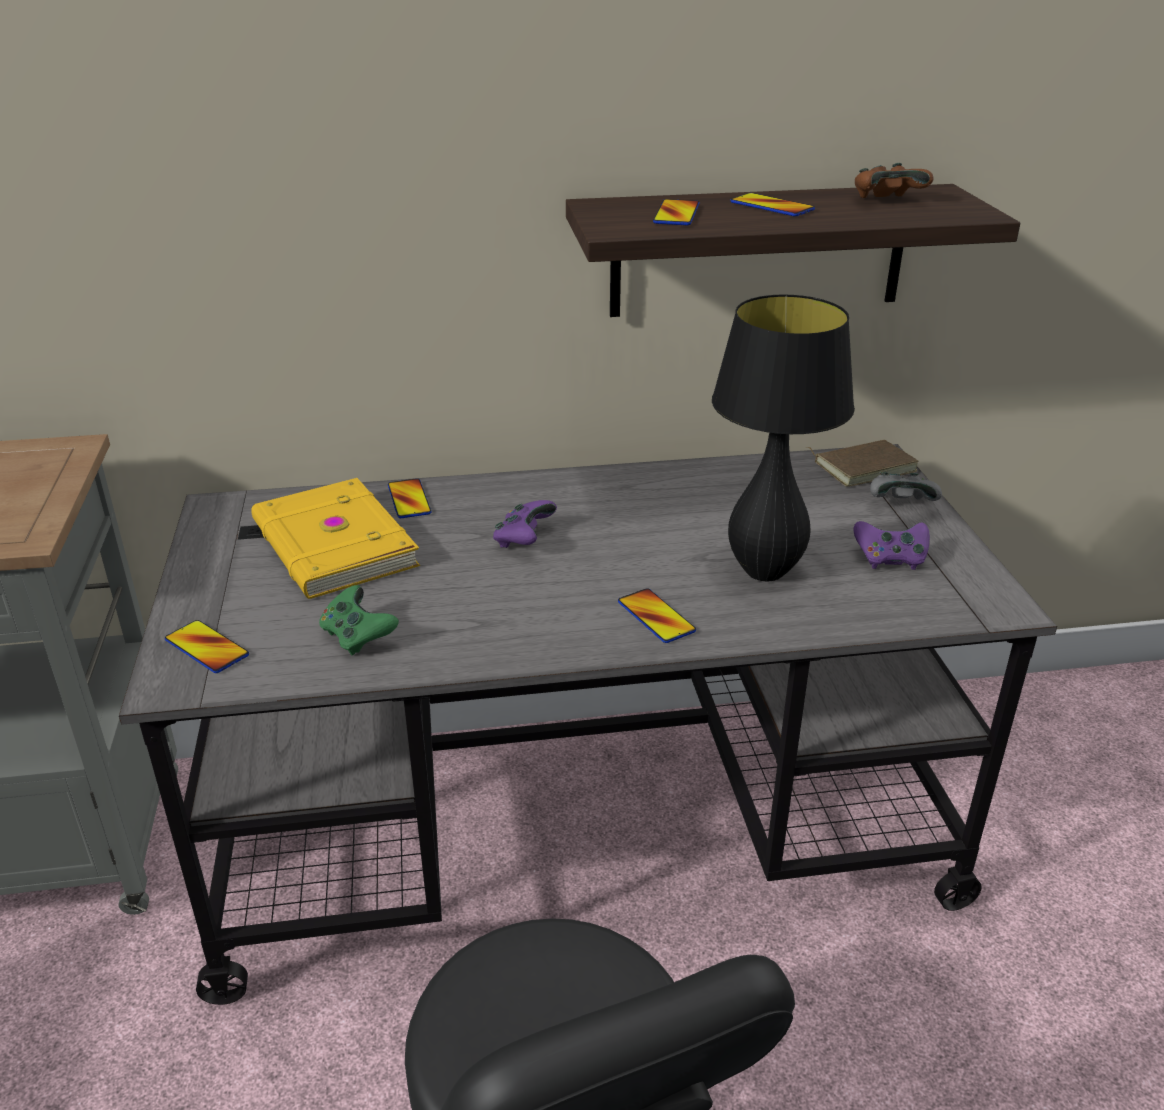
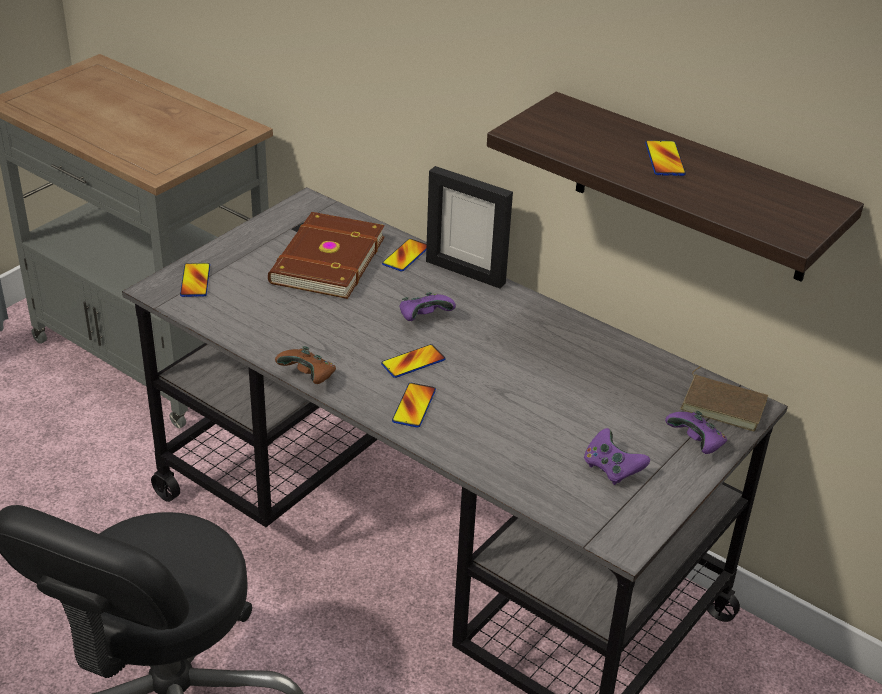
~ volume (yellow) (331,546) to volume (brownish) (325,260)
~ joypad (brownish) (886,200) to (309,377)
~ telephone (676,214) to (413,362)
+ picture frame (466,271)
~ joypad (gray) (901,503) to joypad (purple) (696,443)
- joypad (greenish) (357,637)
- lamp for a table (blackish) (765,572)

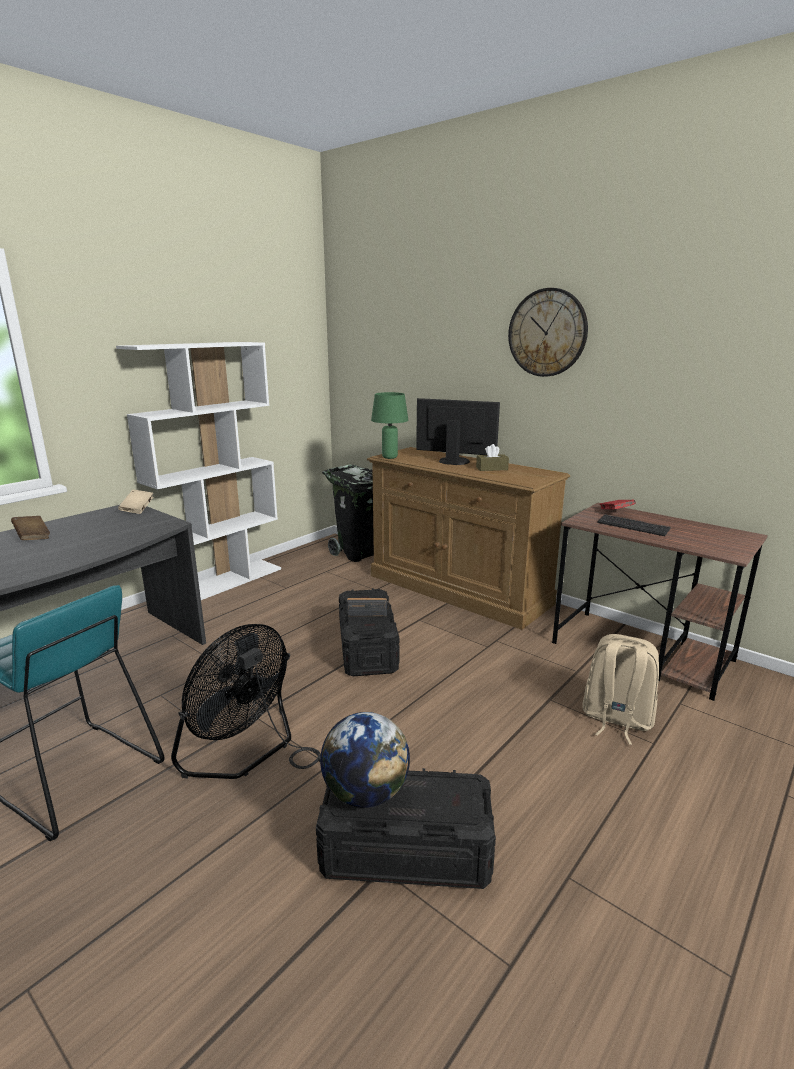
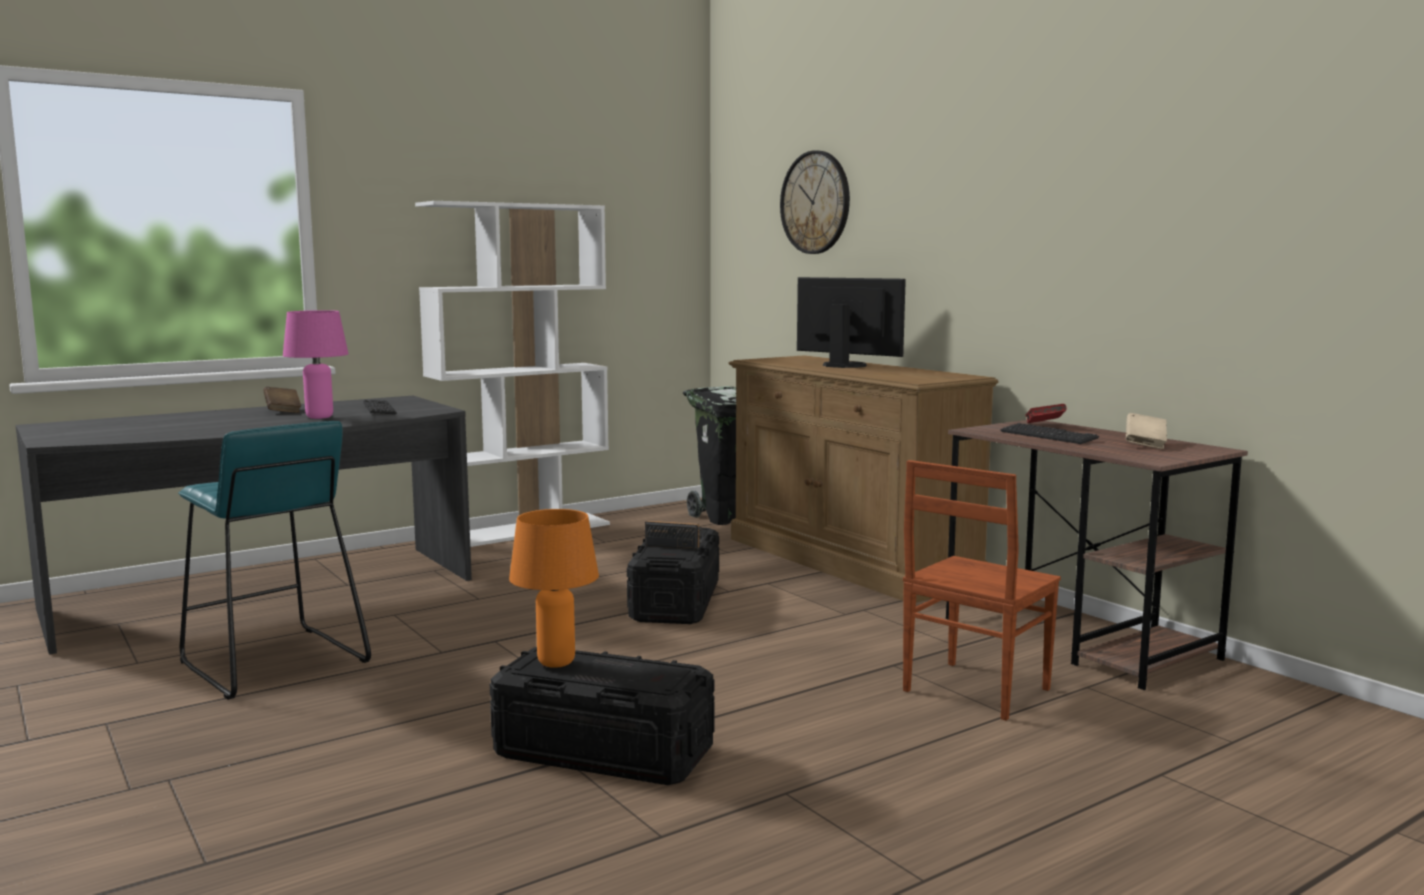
+ lamp for a table (pink-coloured) (319,417)
+ keyboard (379,409)
~ globe (366,793) to lamp for a table (orange-coloured) (557,662)
~ clock on the wall (547,333) to (815,202)
~ knapsack (beige) (616,719) to chair (brownish) (973,690)
~ volume (beige) (137,509) to (1145,444)
- cooling fan (blackish) (257,749)
- lamp for a table (greenish) (390,457)
- box of tissues (brownish) (492,468)

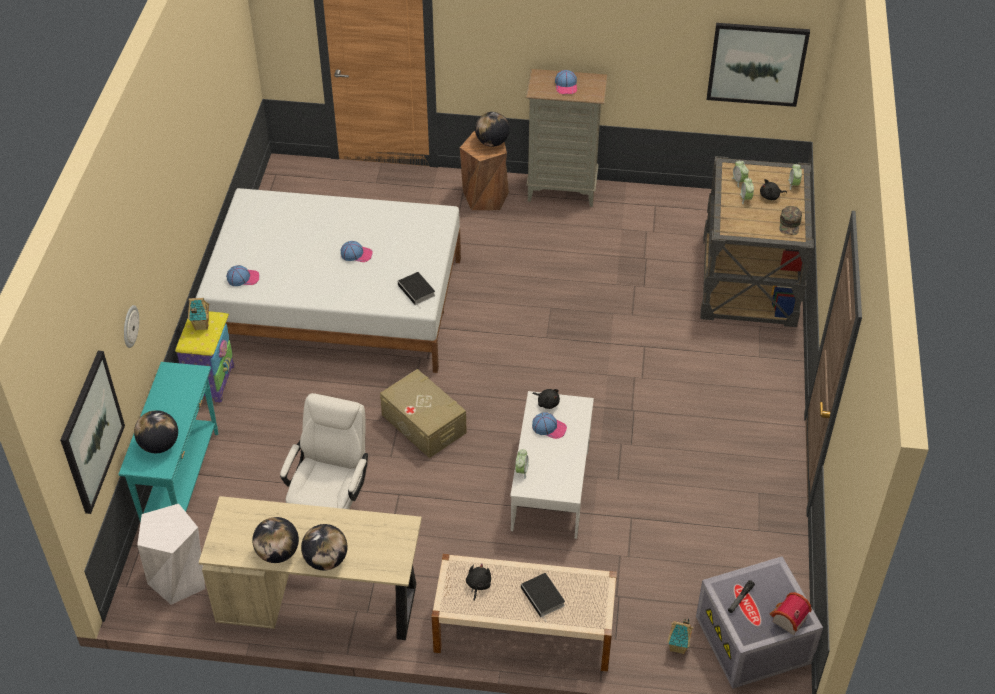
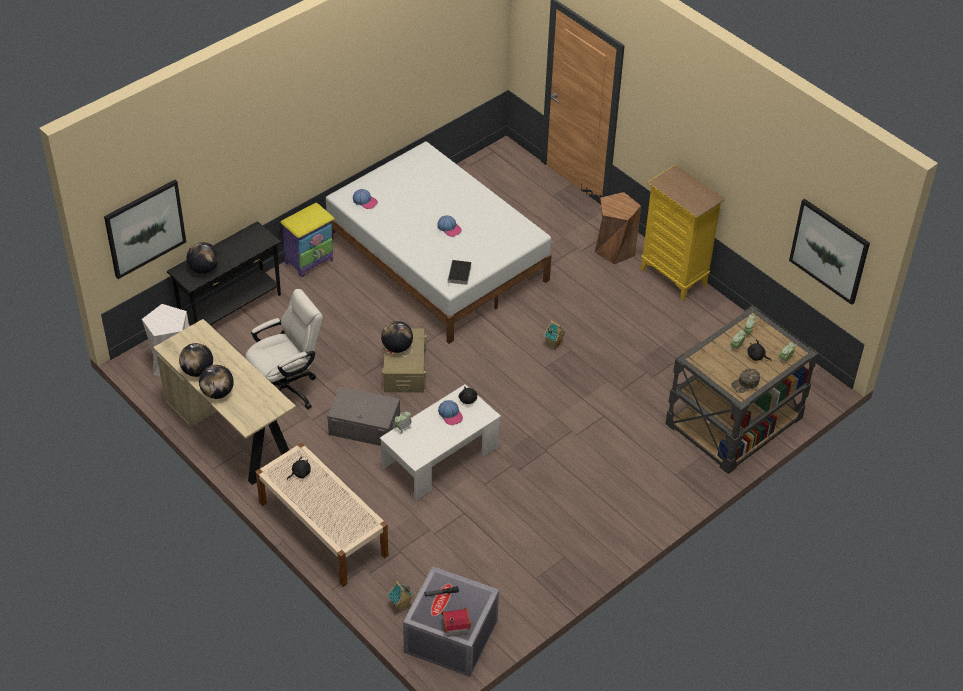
~ console table (blue-green) (181,481) to console table (blackish) (231,309)
+ storage box (gray) (364,426)
~ globe (492,142) to (397,347)
~ miniature house (201,325) to (553,344)
~ drawer chest (gray) (563,192) to drawer chest (yellow) (673,278)
- clock on the wall (129,326)
- volume (543,597)
- cap (566,85)

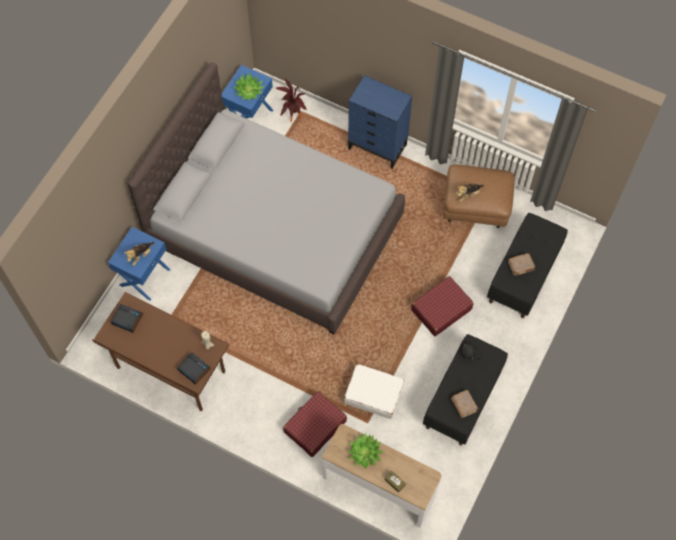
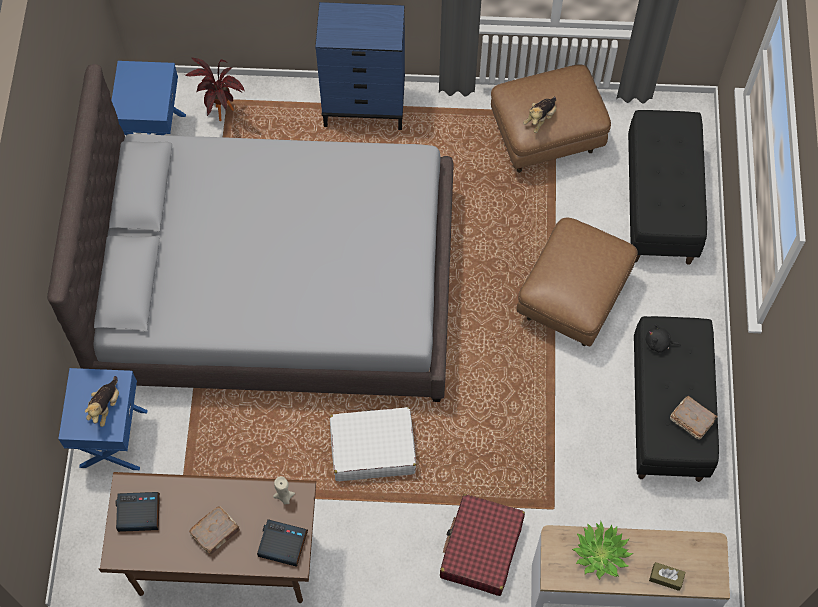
~ volume (brownish) (521,266) to (216,532)
~ travel case (whitish) (373,394) to (372,449)
~ travel case (red-coloured) (441,309) to ottoman (brownish) (572,300)
- plant in a pot (249,90)

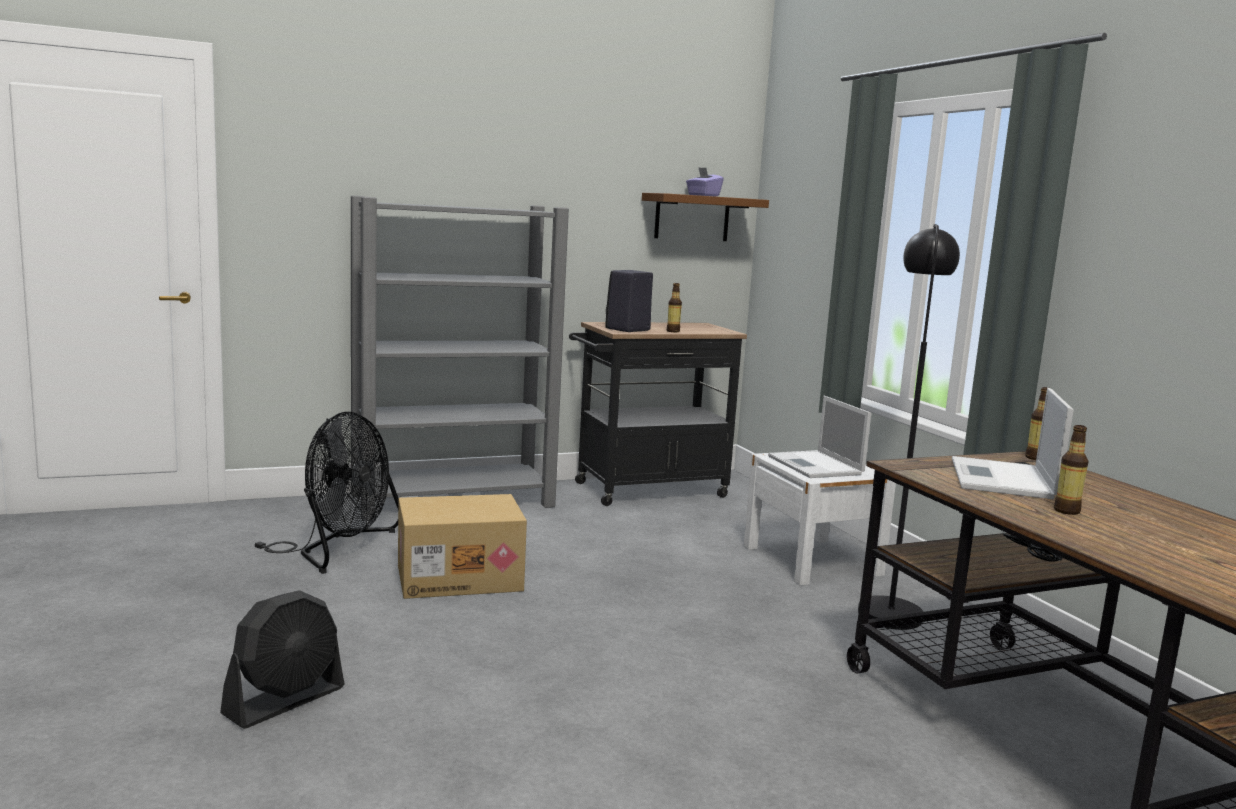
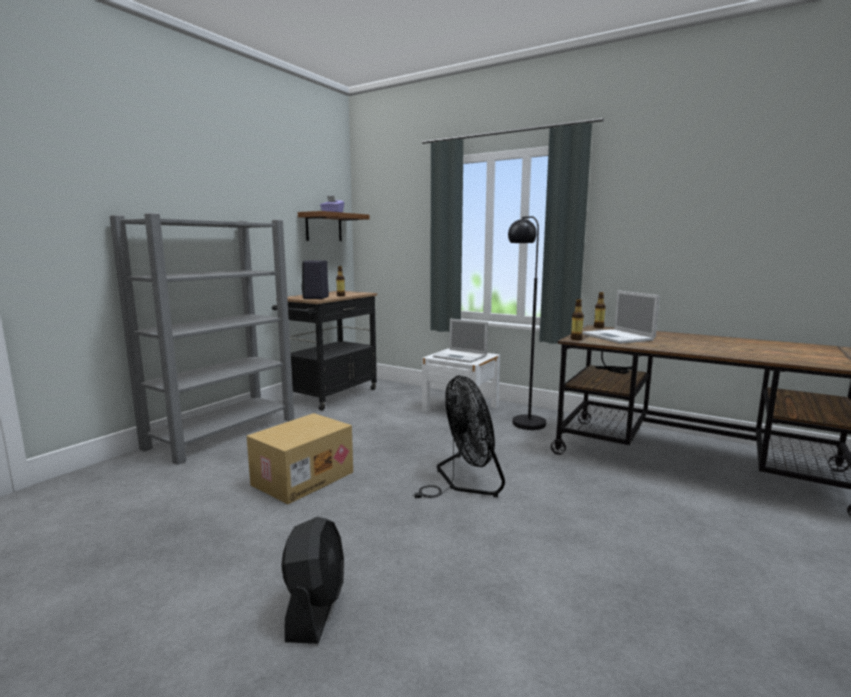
~ cooling fan (blackish) (334,548) to (459,479)
~ bottle (1066,511) to (576,339)

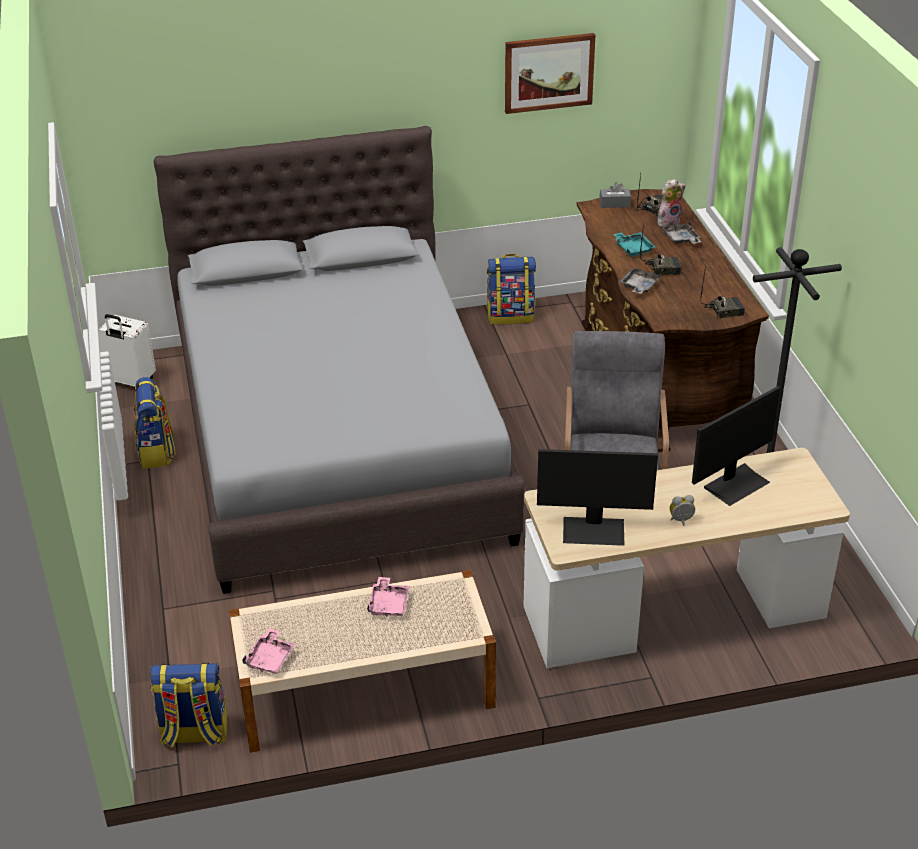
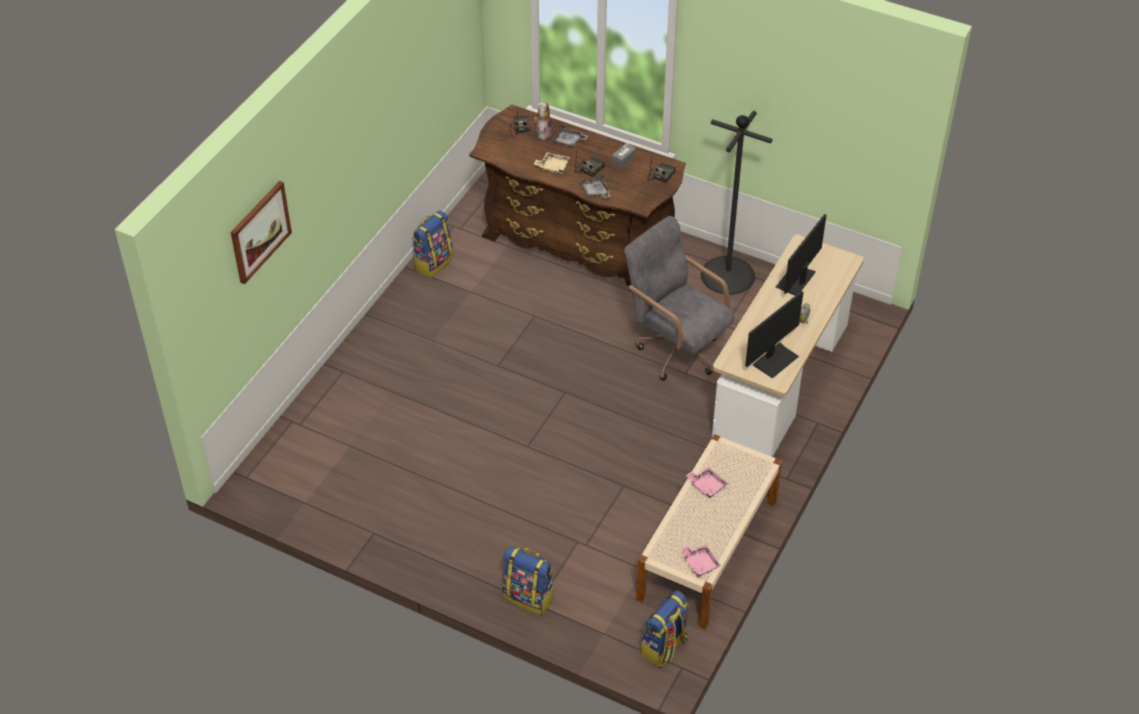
~ picture (548,72) to (259,231)
~ knapsack (156,452) to (529,596)
~ serving tray (blue-green) (633,249) to serving tray (beige) (553,166)
~ box of tissues (gray) (614,203) to (623,159)
~ monitor (736,484) = (796,280) 150 degrees counterclockwise
- travel case (whitish) (130,382)
- sleeping bed (gray) (339,439)

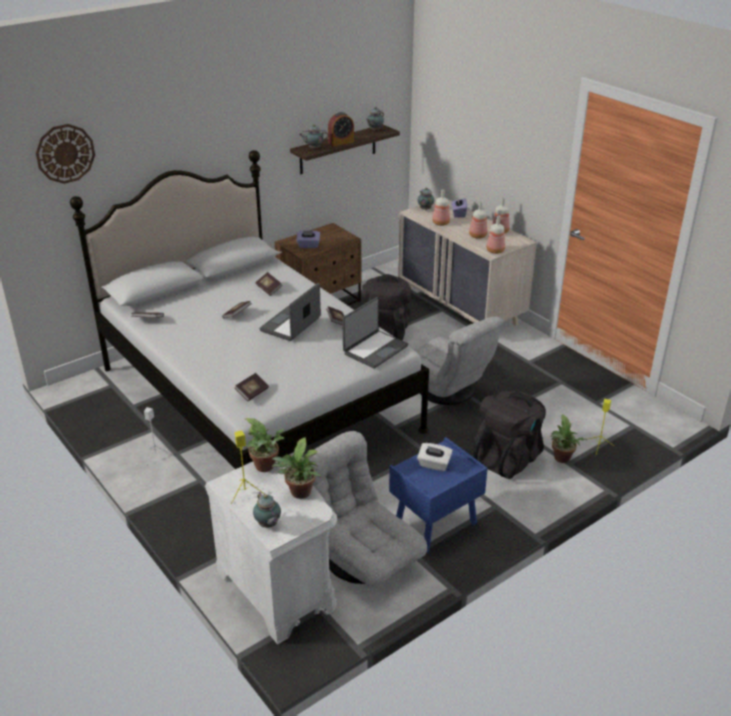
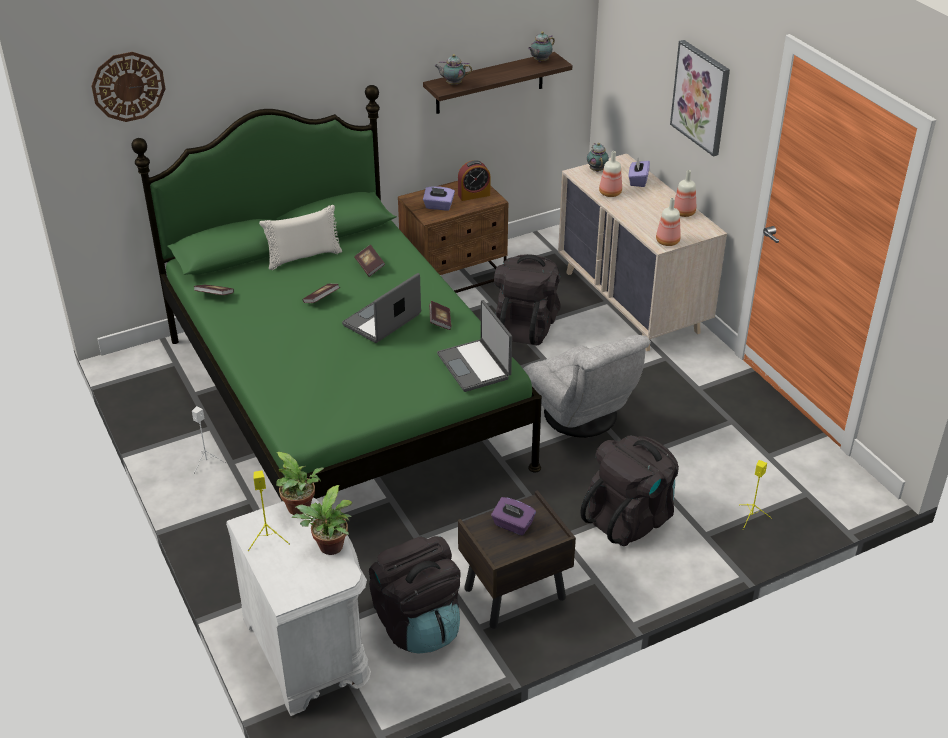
~ sleeping bed (whitish) (257,398) to sleeping bed (greenish) (344,401)
+ cushion (whitish) (303,257)
~ lounge chair (gray) (363,557) to knapsack (blackish) (417,624)
~ notebook computer (375,349) = (475,366) 105 degrees clockwise
~ table clock (341,142) to (474,195)
~ nightstand (blue-coloured) (435,525) to nightstand (brownish) (514,594)
~ box of tissues (whitish) (434,465) to box of tissues (purple) (512,525)
+ picture (701,97)
- volume (252,393)
- pot for tea (268,525)
- bottle (477,236)
- plant in a pot (562,459)

